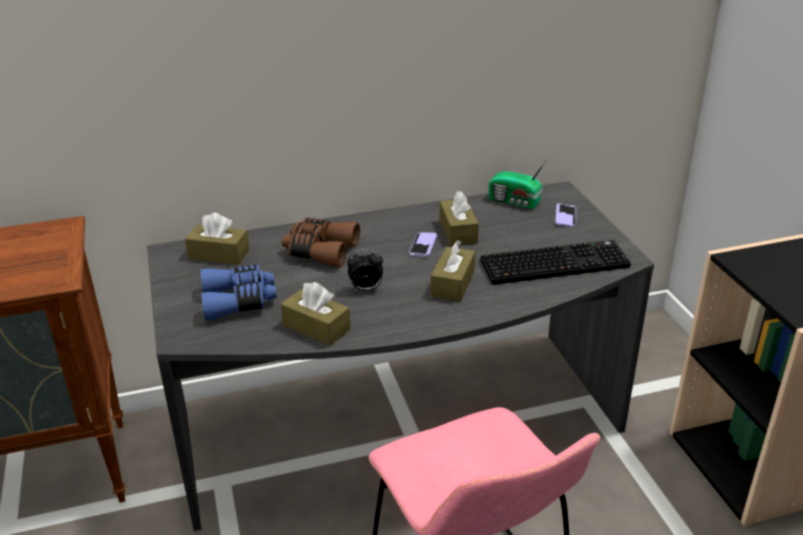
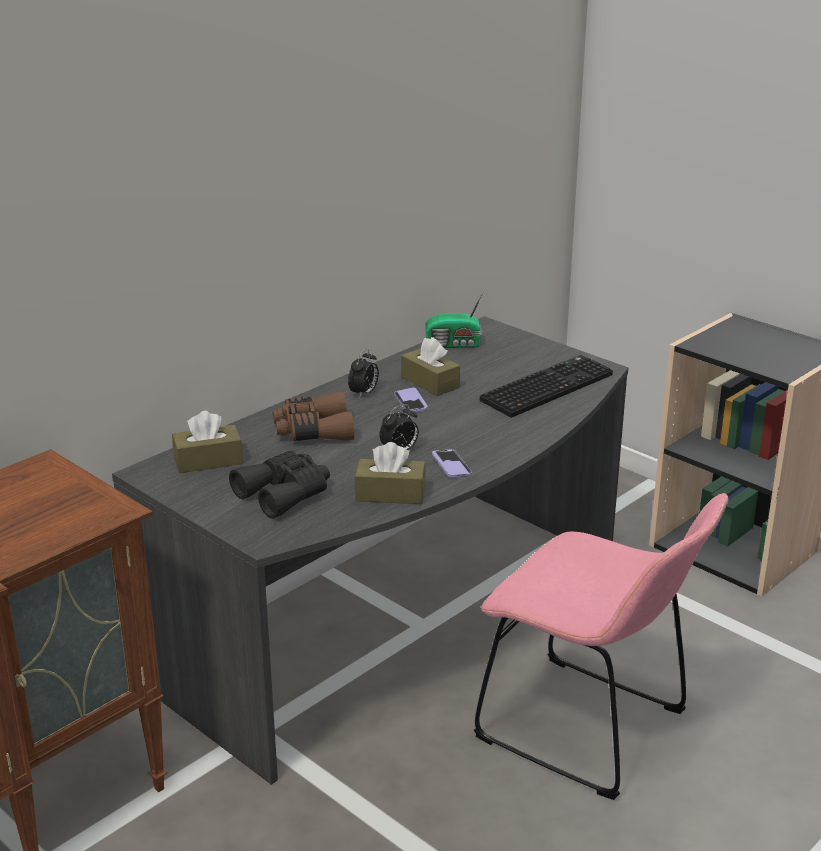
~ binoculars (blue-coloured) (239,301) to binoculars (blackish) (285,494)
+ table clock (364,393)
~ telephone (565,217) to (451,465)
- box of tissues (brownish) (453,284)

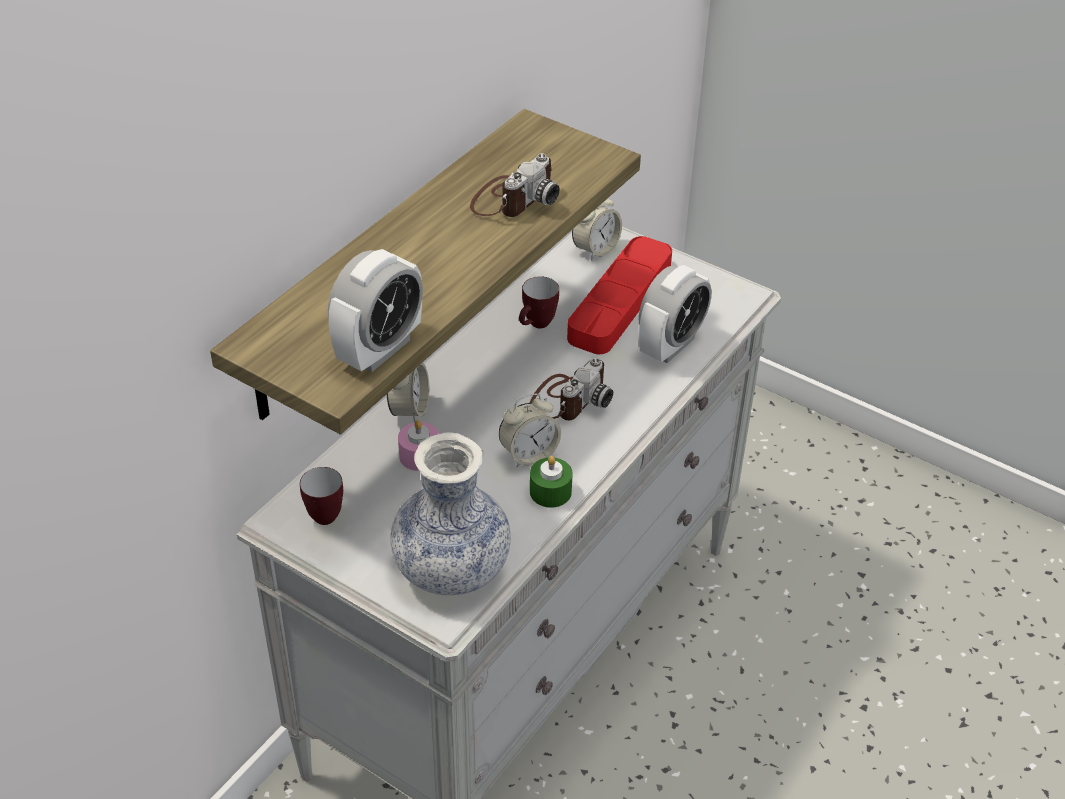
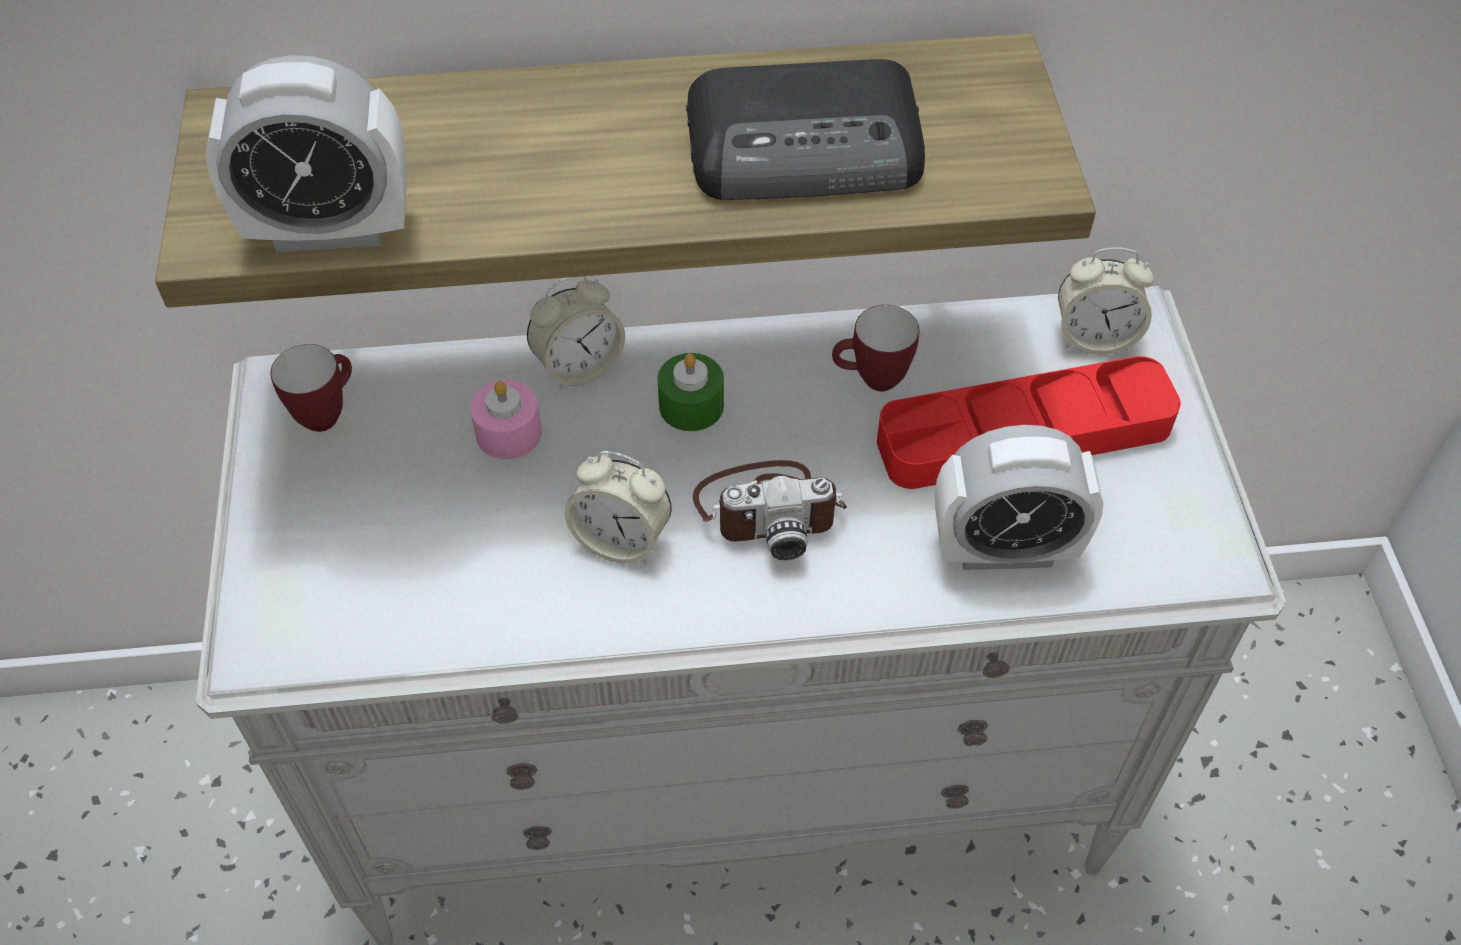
~ candle (greenish) (550,491) to (691,405)
~ photo camera (512,198) to radio set (809,149)
- decorative vase (451,568)

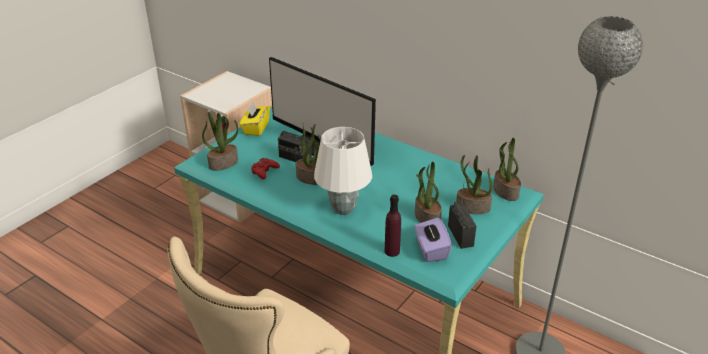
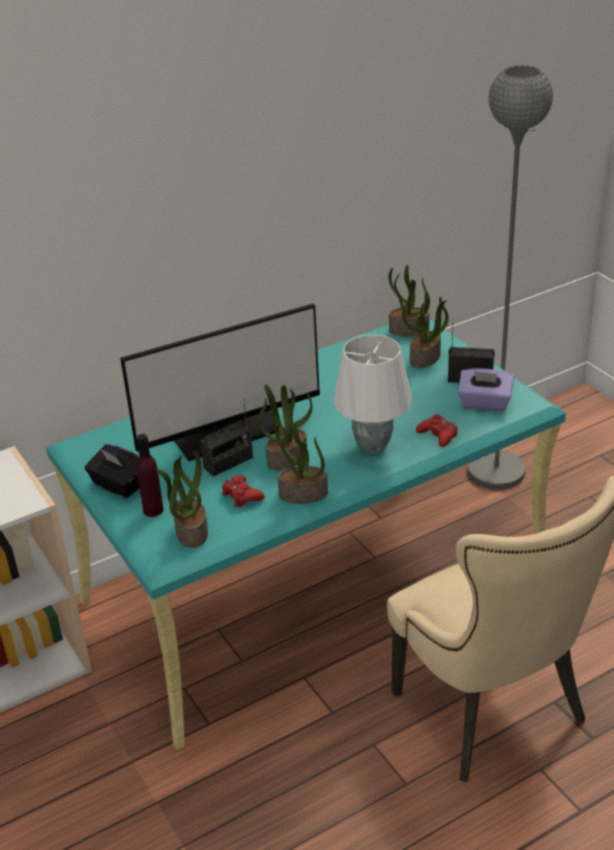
~ box of tissues (yellow) (256,128) to box of tissues (blackish) (118,485)
~ bottle (purple) (392,251) to (153,510)
~ plant in a pot (426,217) to (302,494)
+ joypad (red-coloured) (438,435)

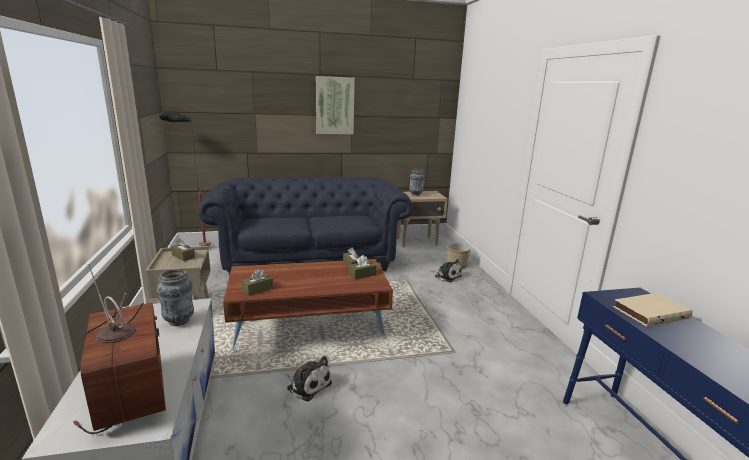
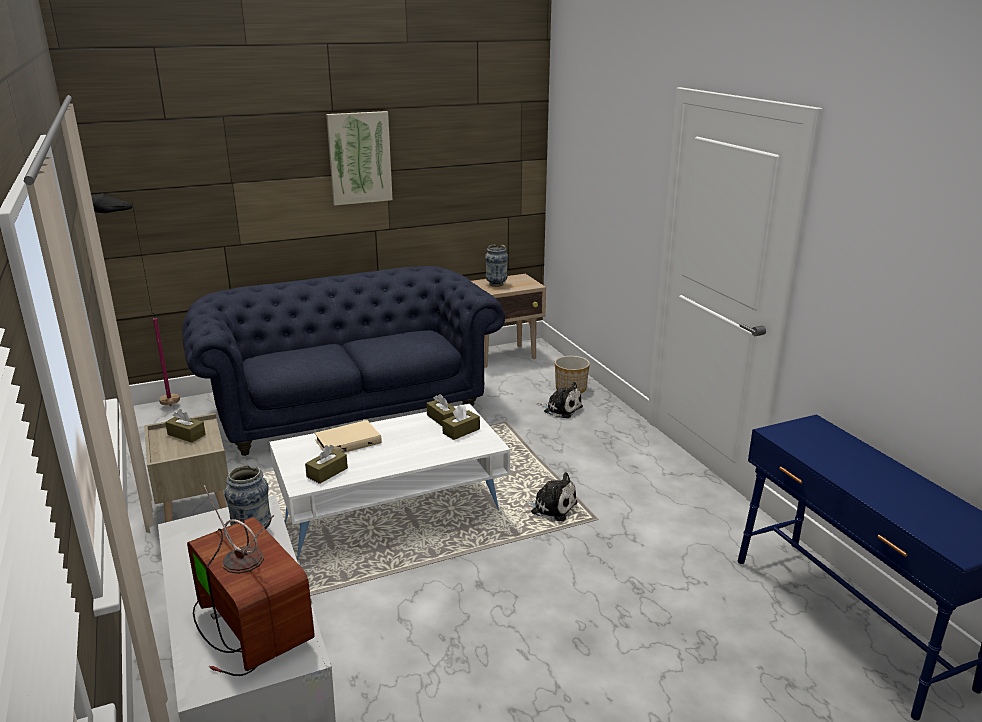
~ low table (brownish) (309,330) to low table (whitish) (393,516)
~ volume (beige) (649,312) to (348,441)
~ plush toy (307,385) to (551,507)

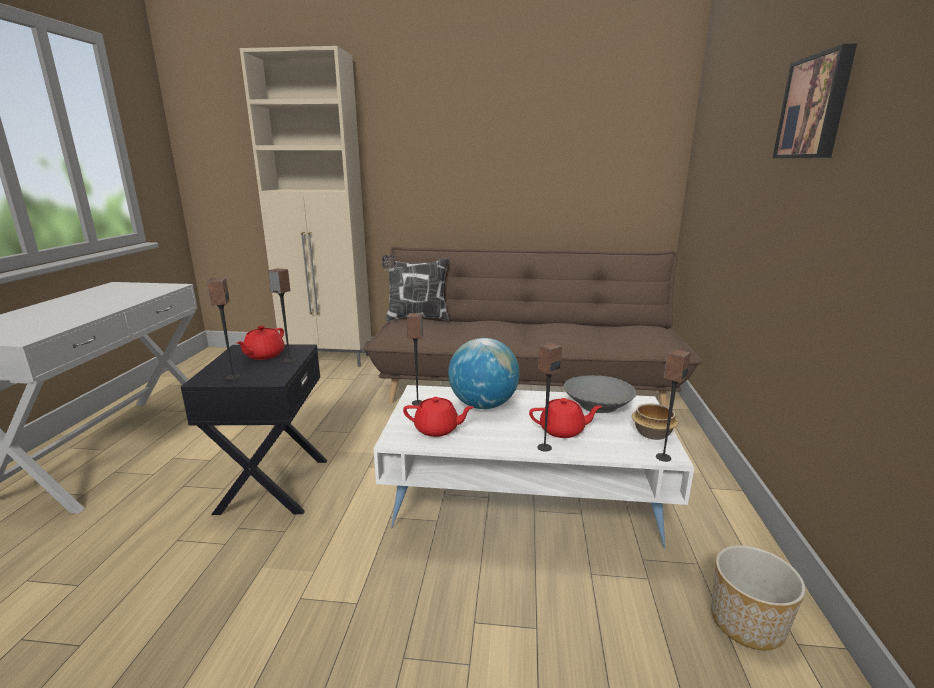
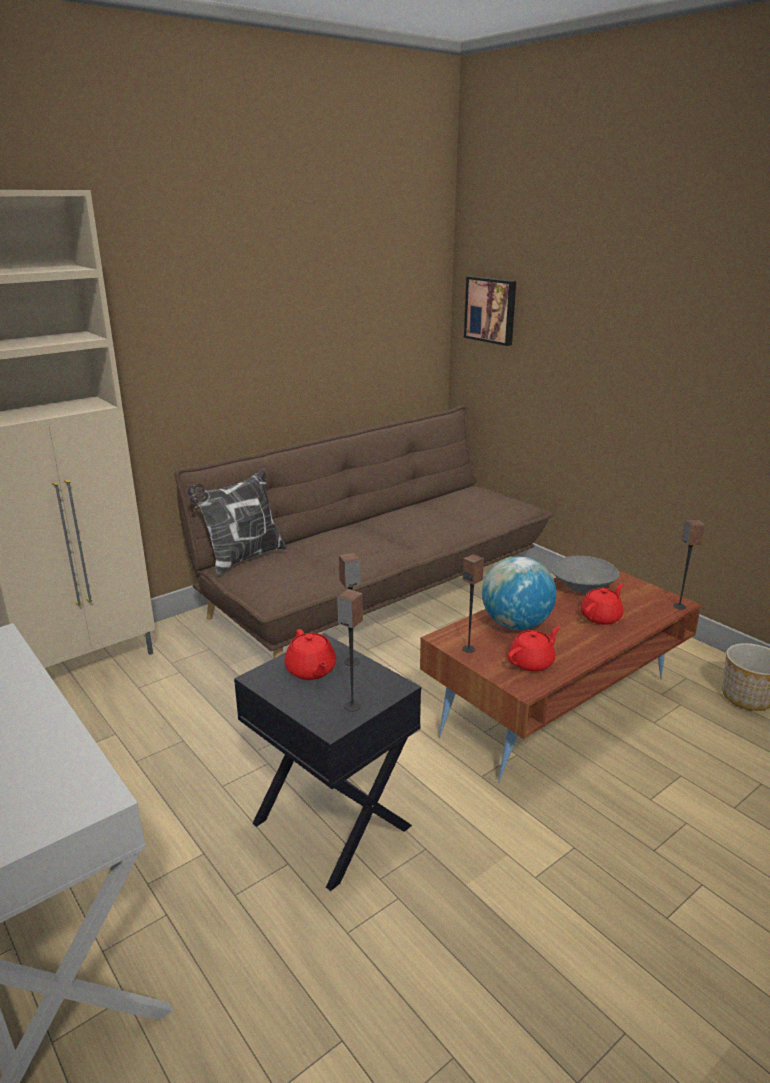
~ low table (whitish) (524,510) to low table (brownish) (555,706)
~ picture (816,107) to (491,310)
- speaker (544,447)
- bowl (651,434)

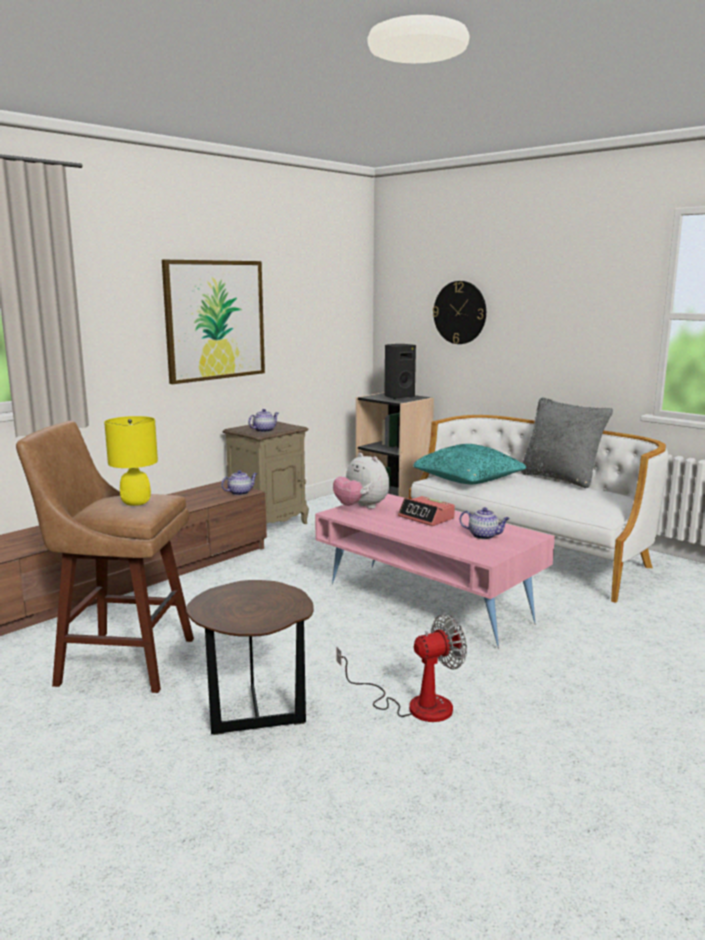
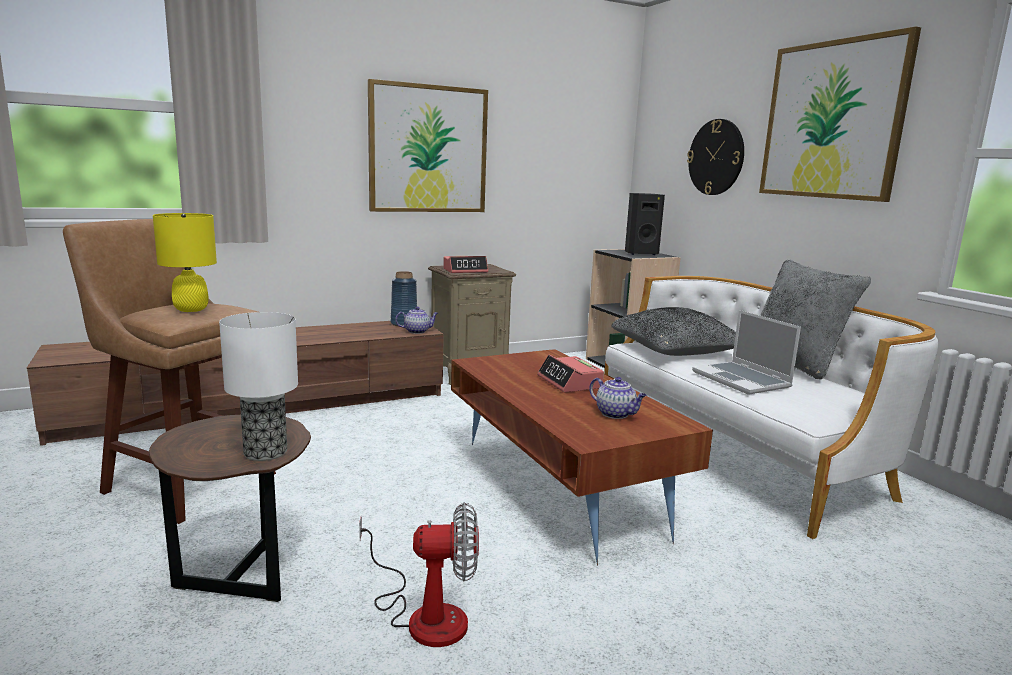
+ lamp for a table (265,453)
+ decorative vase (blue-coloured) (403,323)
~ pot for tea (264,430) to table clock (465,271)
~ low table (pink-coloured) (428,603) to low table (brownish) (560,487)
~ cushion (blue-green) (468,478) to cushion (gray) (675,349)
+ notebook computer (742,380)
+ picture (832,120)
- plush toy (361,507)

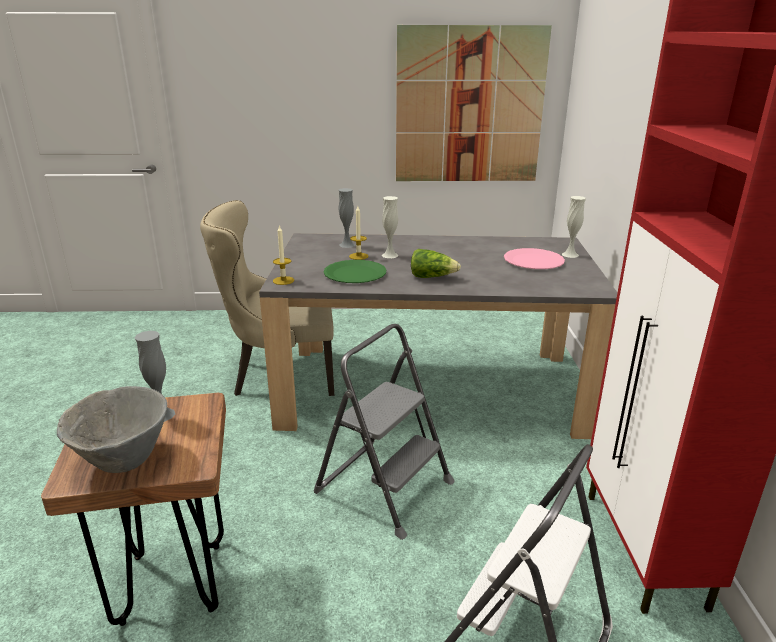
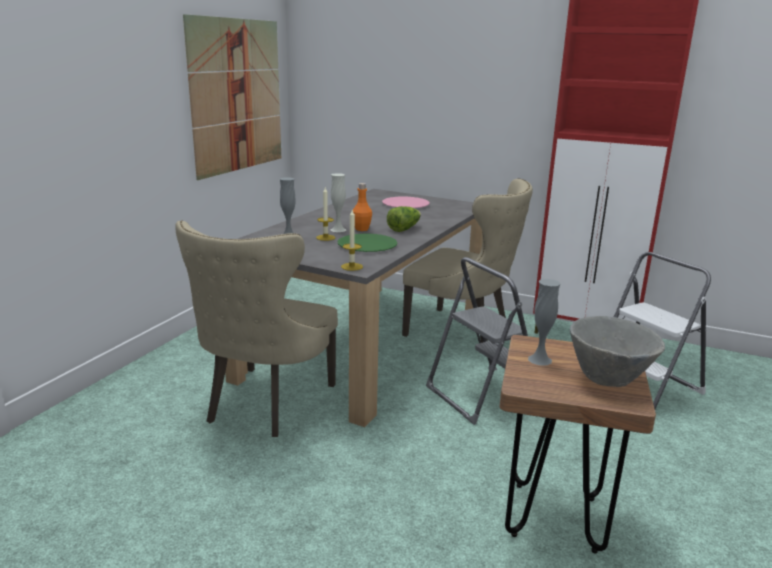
+ bottle (orange-coloured) (361,229)
+ chair (beige) (462,332)
- decorative vase (whitish) (570,254)

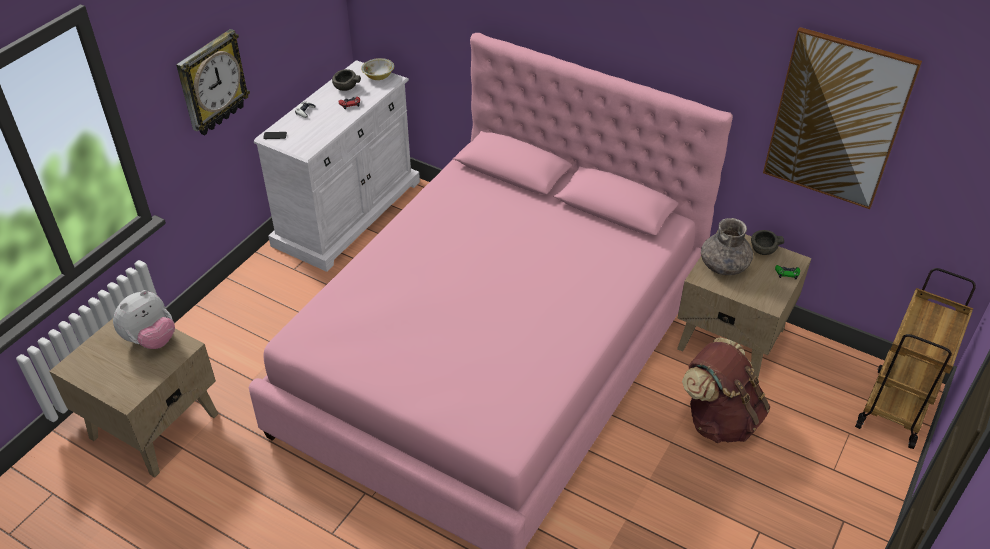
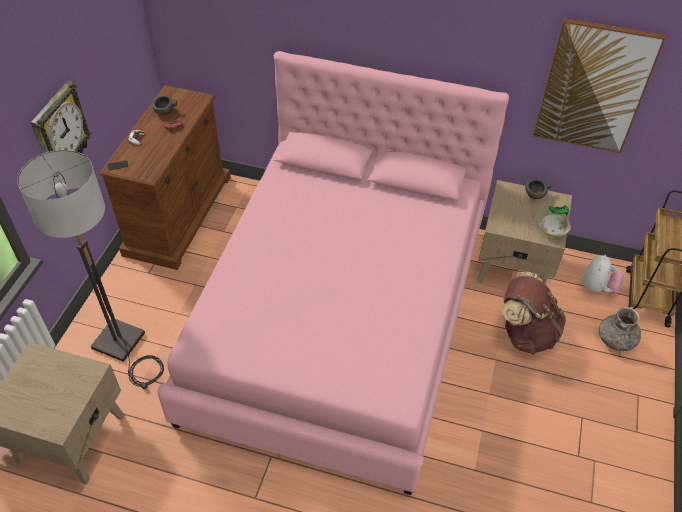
+ standing lamp (126,350)
~ drawer chest (whitish) (347,212) to drawer chest (brownish) (178,214)
~ bowl (378,76) to (552,231)
~ plush toy (151,340) to (597,288)
~ decorative vase (gray) (724,265) to (616,340)

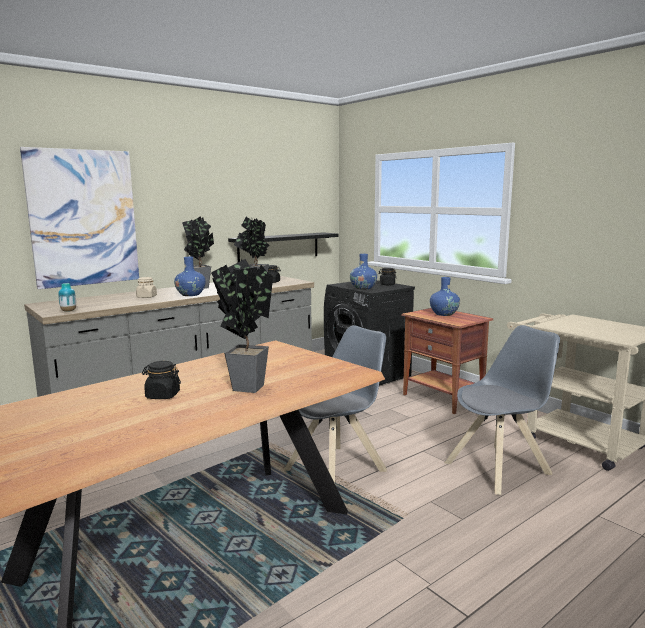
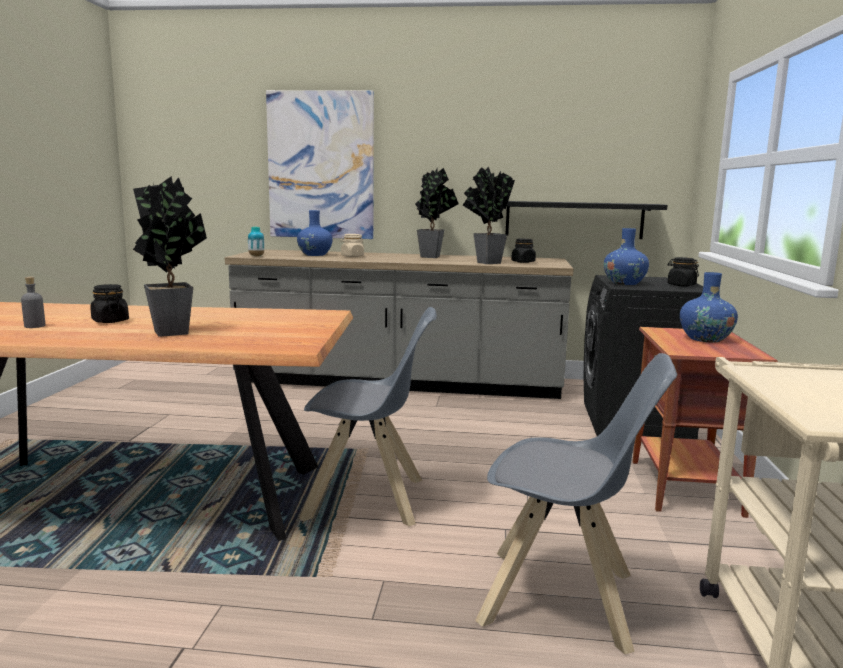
+ bottle (gray) (34,326)
~ decorative vase (blue-coloured) (190,294) to (315,255)

